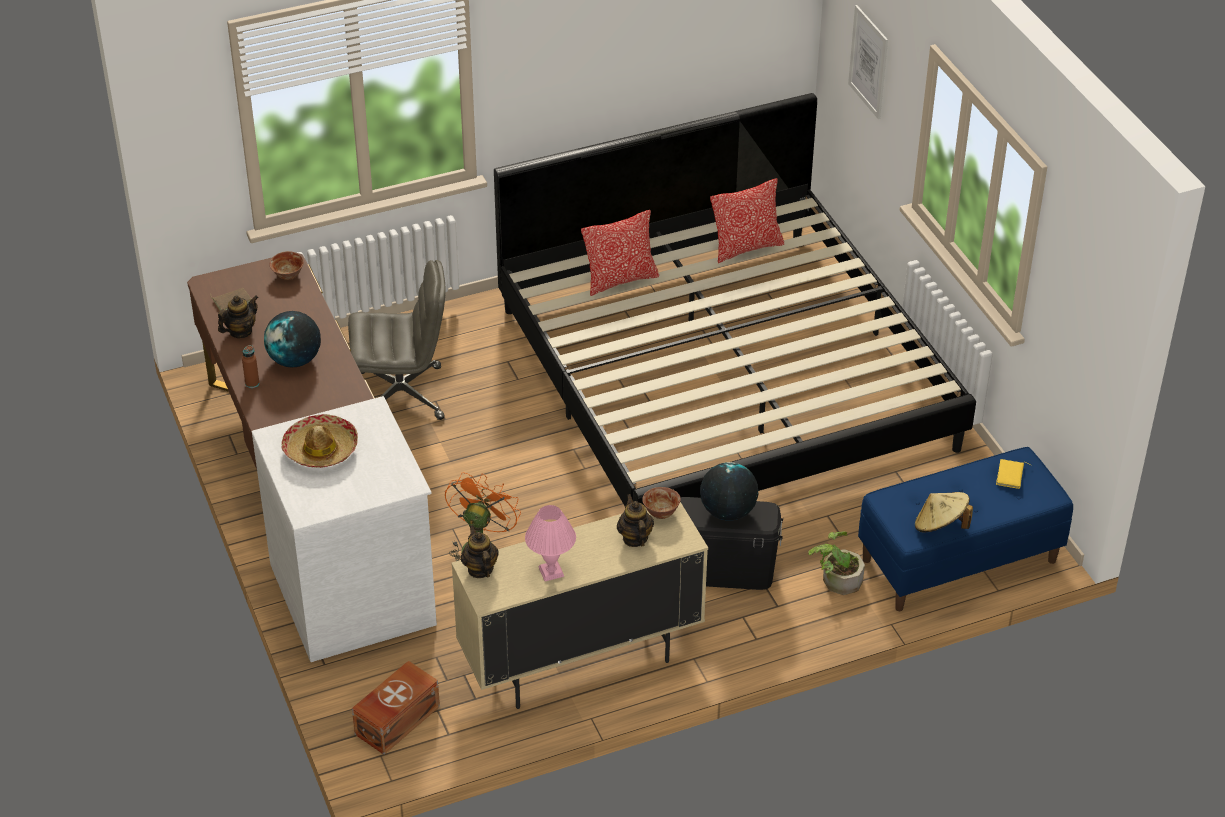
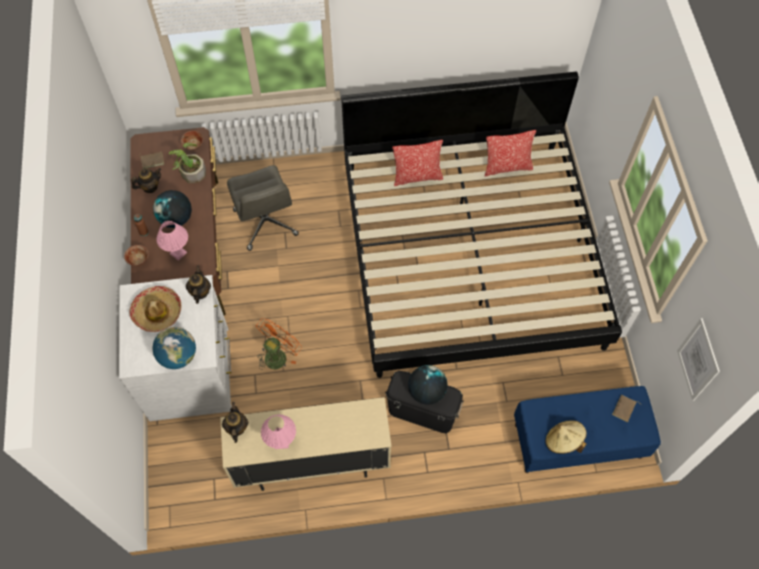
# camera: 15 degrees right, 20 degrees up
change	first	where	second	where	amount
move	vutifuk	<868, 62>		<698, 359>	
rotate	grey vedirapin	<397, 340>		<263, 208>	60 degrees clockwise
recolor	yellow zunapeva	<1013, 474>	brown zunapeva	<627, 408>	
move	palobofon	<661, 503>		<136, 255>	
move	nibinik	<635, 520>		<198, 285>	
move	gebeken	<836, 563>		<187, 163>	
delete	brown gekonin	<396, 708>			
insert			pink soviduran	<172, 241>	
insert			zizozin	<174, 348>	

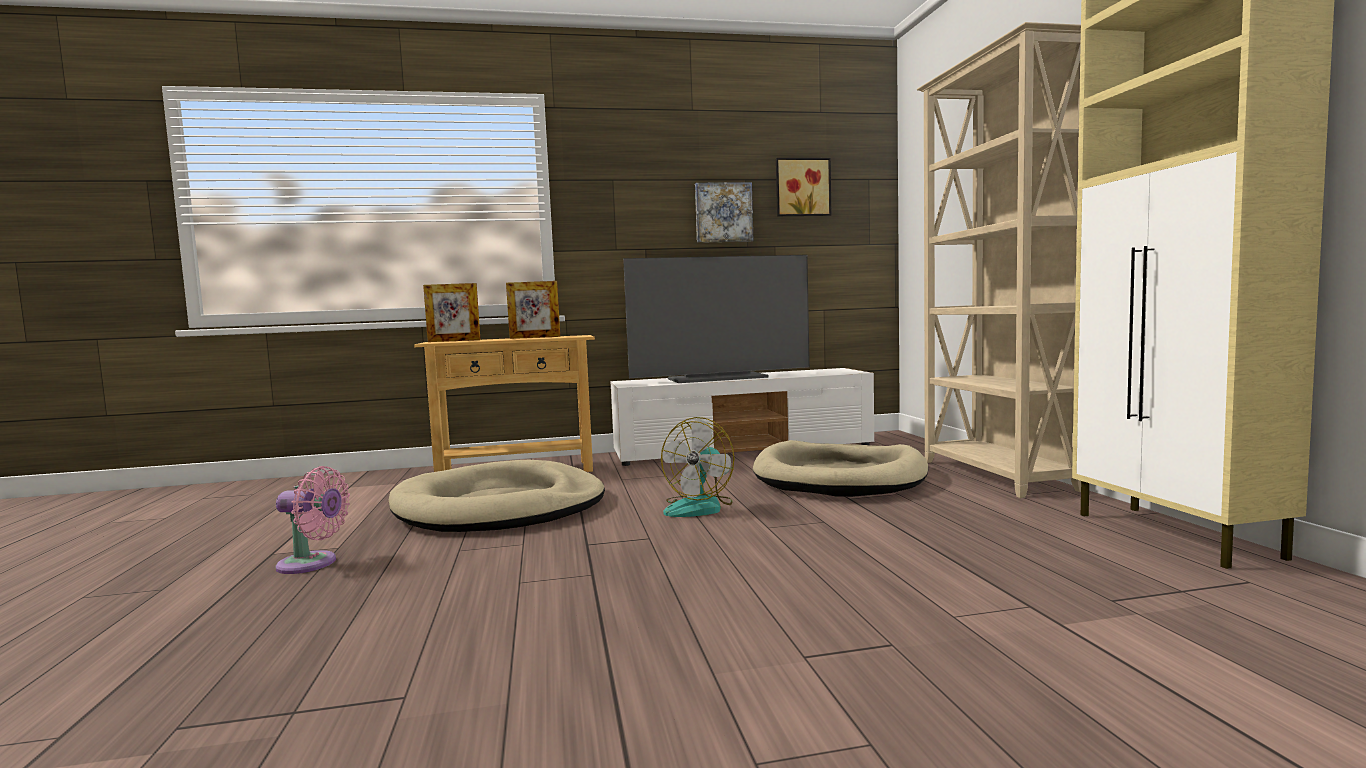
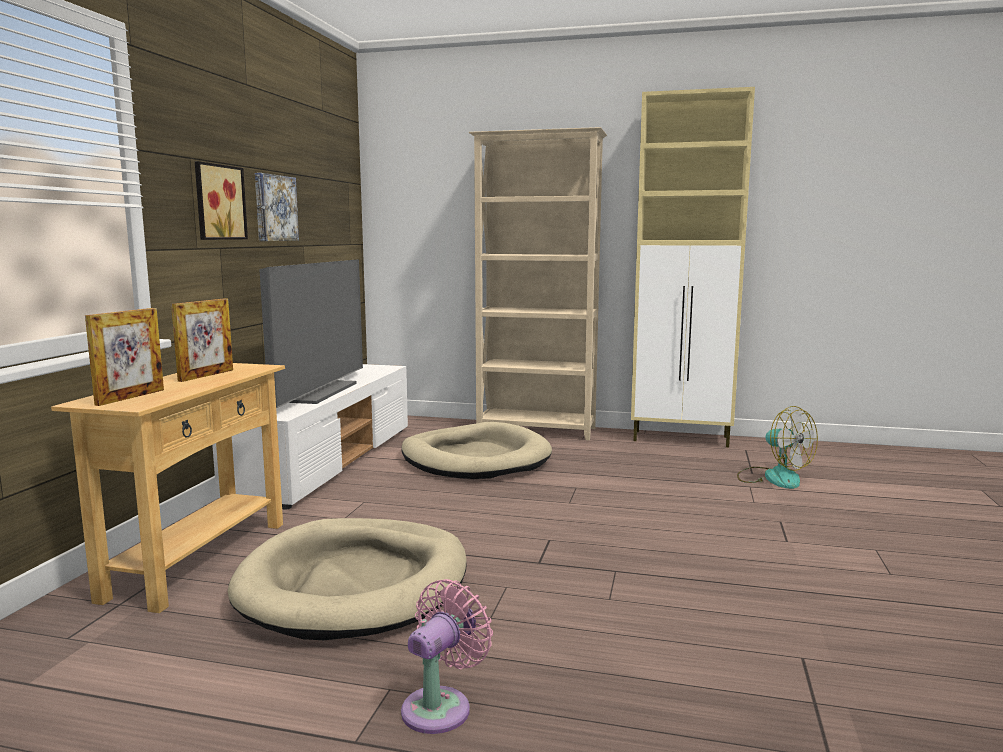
# camera: 65 degrees left, 5 degrees up
change	first	where	second	where	amount
move	vutifuk	<803, 187>		<221, 200>	
move	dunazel	<698, 467>		<777, 447>	

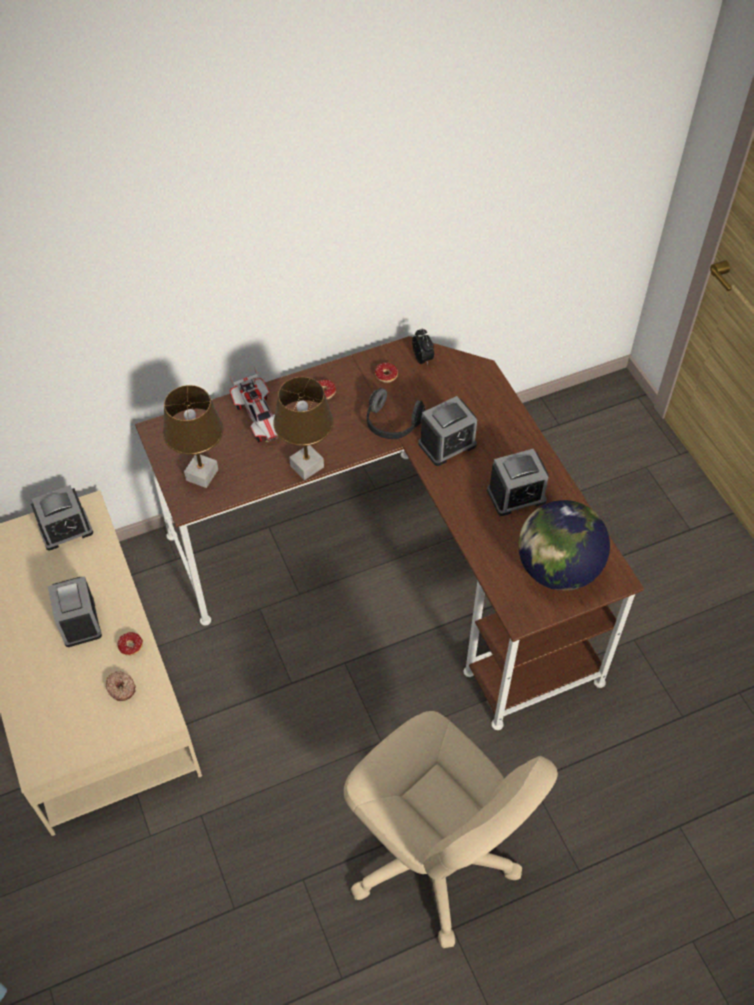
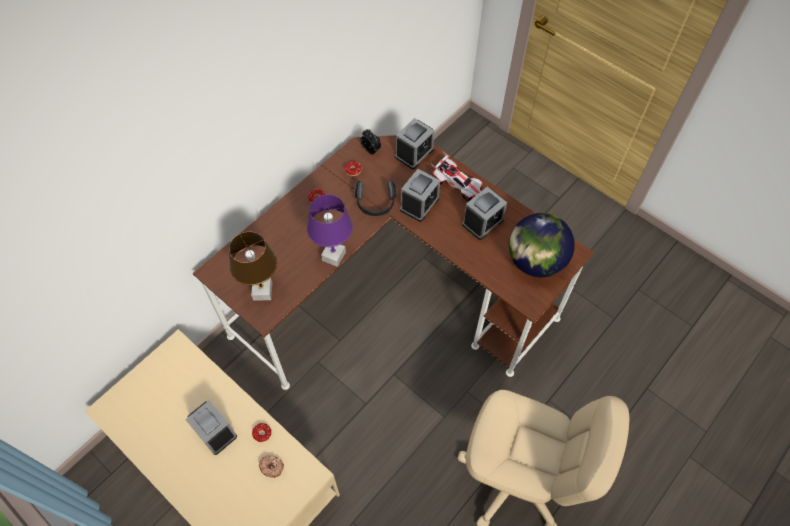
# camera: 25 degrees left, 5 degrees up
change	first	where	second	where	amount
move	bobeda	<254, 404>		<457, 177>	
recolor	brown soviduran	<303, 428>	purple soviduran	<330, 231>	
move	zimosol	<62, 518>		<414, 143>	

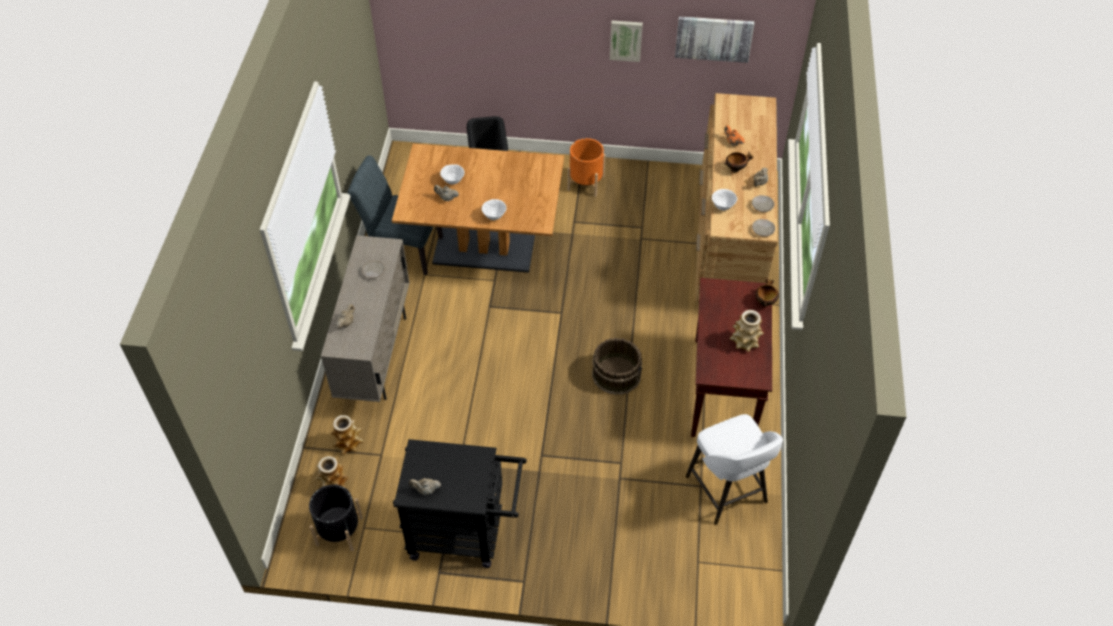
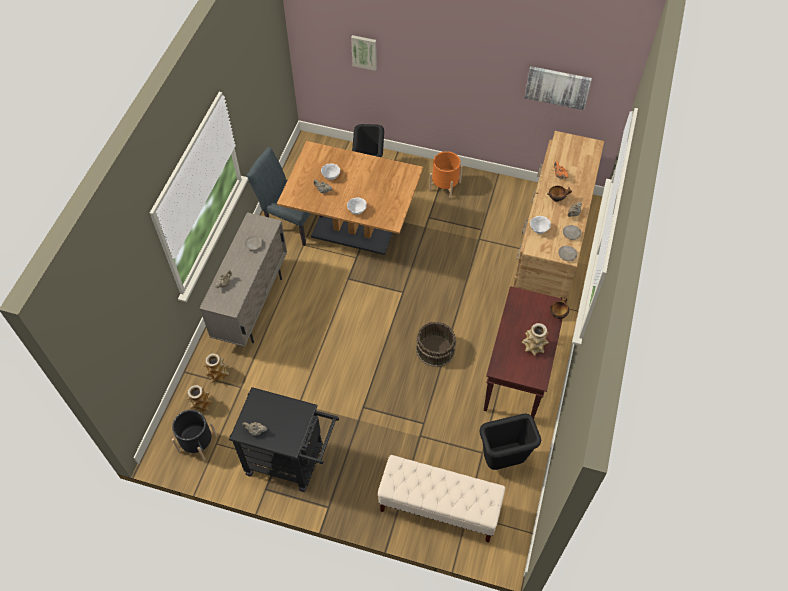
# camera: 10 degrees right, 5 degrees up
change	first	where	second	where	amount
move	vutifuk	<626, 41>		<364, 53>	
replace	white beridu	<734, 469>	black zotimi	<510, 441>	
insert			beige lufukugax	<441, 499>	

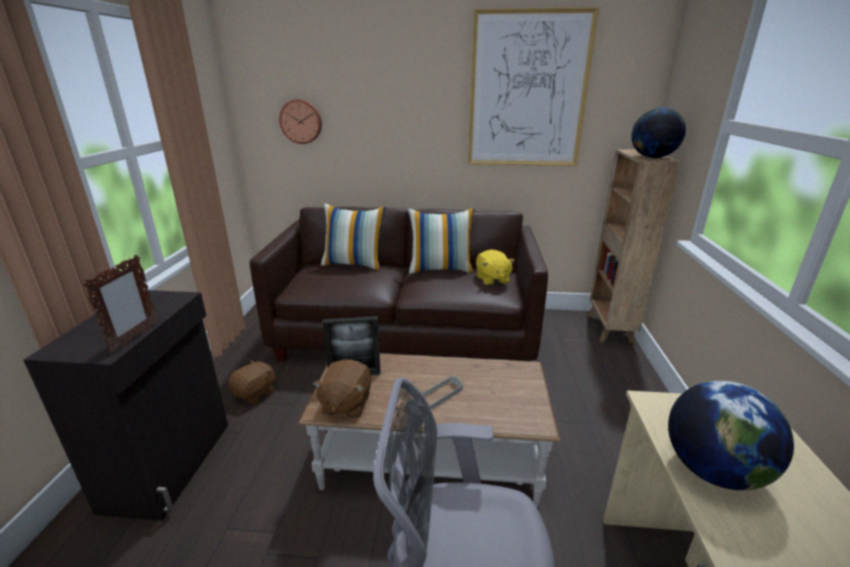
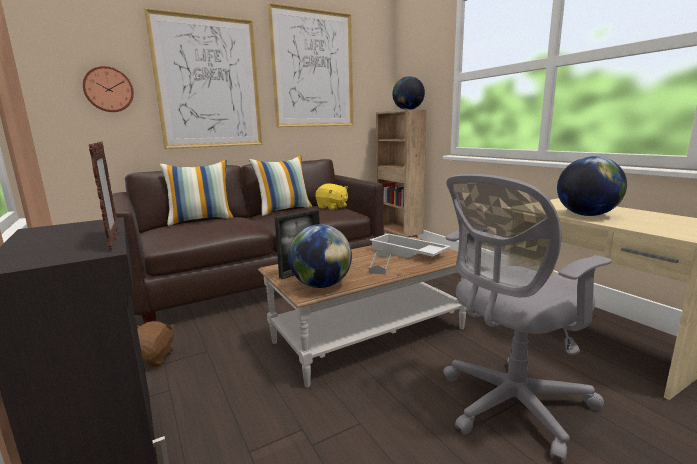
# camera: 35 degrees left, 10 degrees down
change	first	where	second	where	amount
replace	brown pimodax	<342, 388>	zizozin	<320, 256>	
insert			vutifuk	<203, 78>	
insert			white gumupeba	<410, 246>	

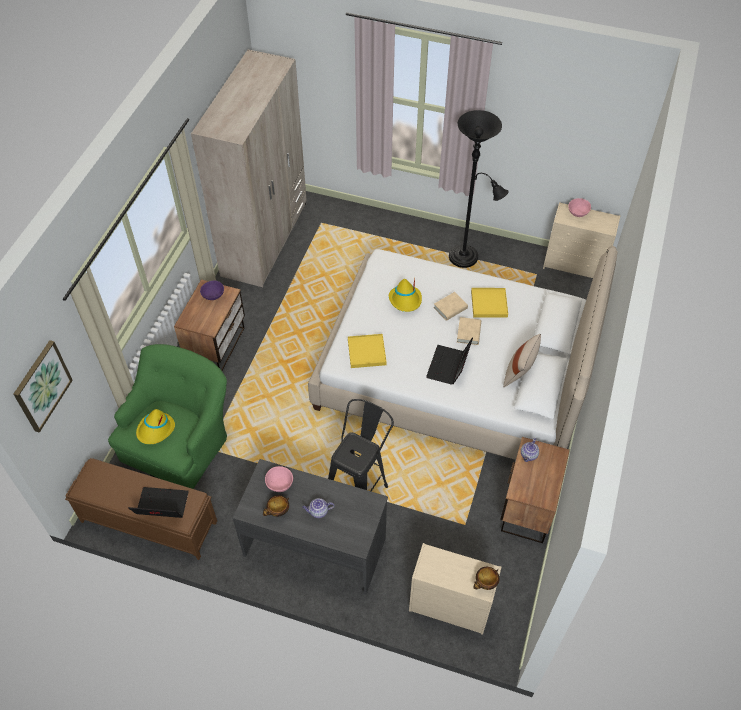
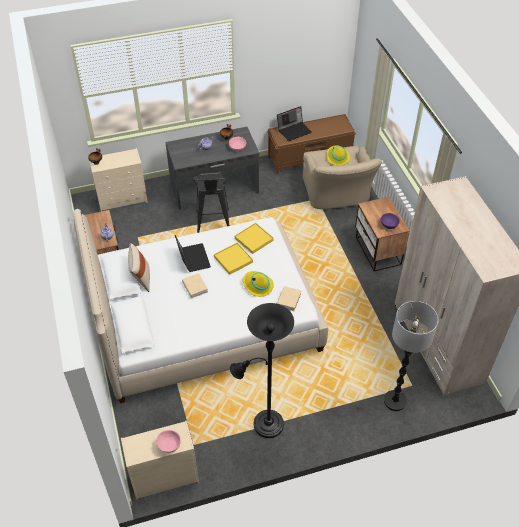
# camera: 145 degrees right, 5 degrees down
change	first	where	second	where	amount
move	yellow gumupeba	<489, 303>		<233, 259>	
move	beige zunapeva	<451, 306>		<289, 298>	
delete	vutifuk	<43, 386>			
recolor	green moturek	<167, 416>	beige moturek	<342, 177>	
insert			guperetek	<411, 356>	

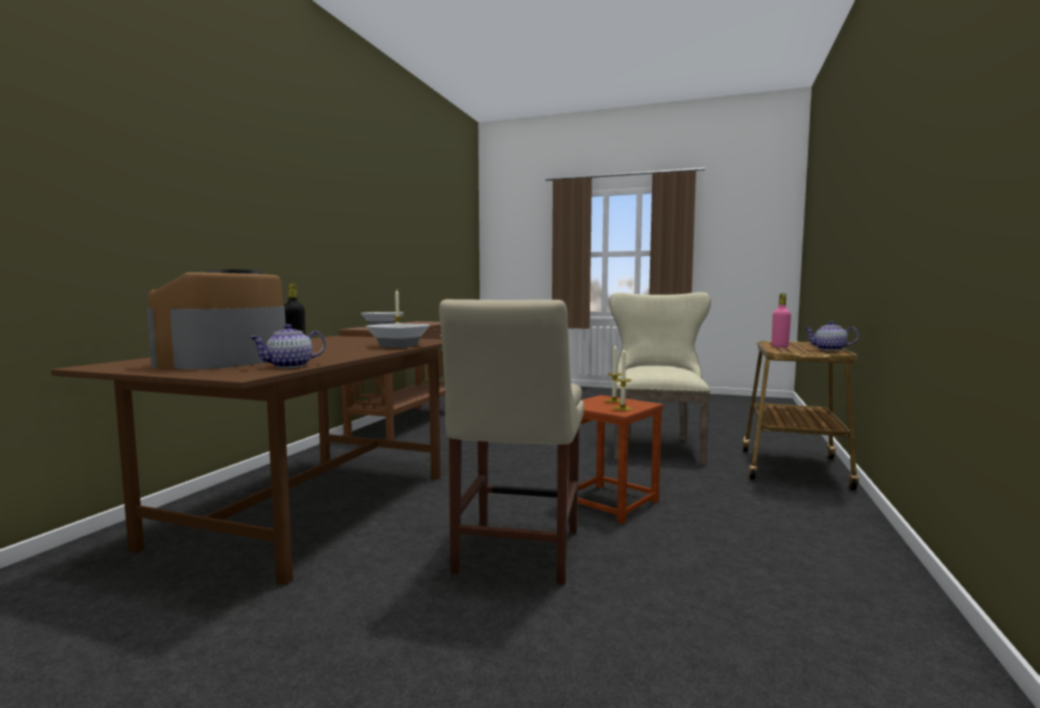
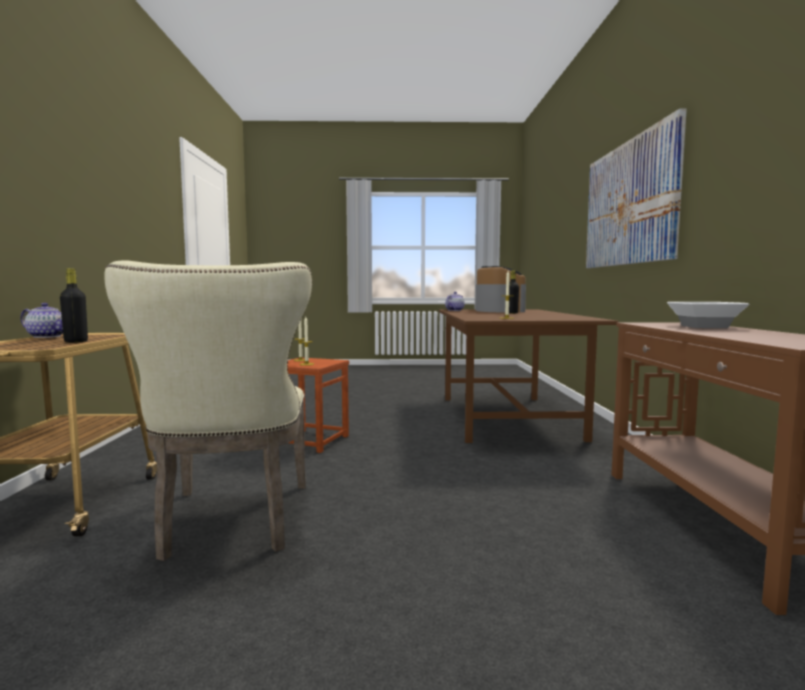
# camera: 160 degrees right, 0 degrees up
change	first	where	second	where	amount
recolor	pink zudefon	<781, 320>	black zudefon	<74, 305>	
delete	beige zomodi	<511, 442>			
delete	palobofon	<398, 336>			
insert			vutifuk	<636, 188>	

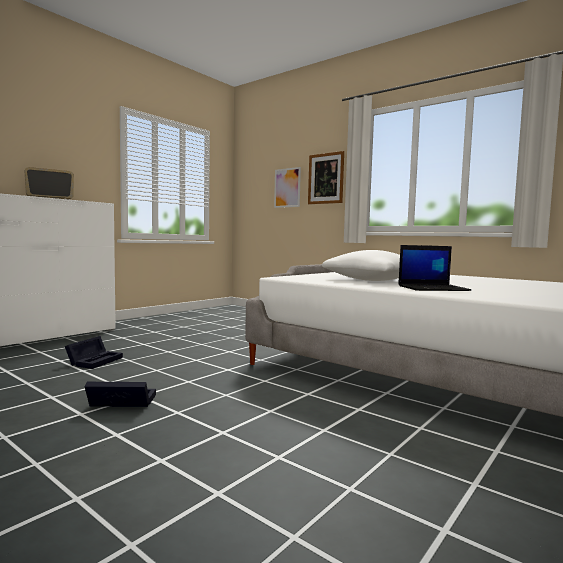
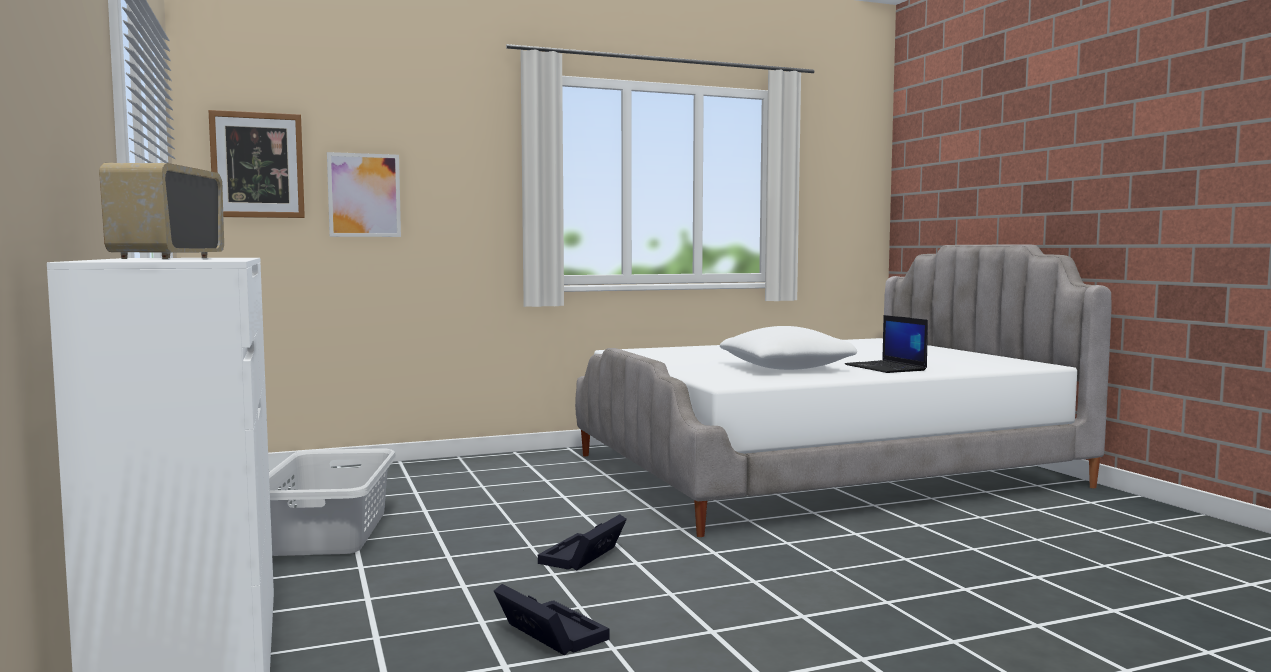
# camera: 60 degrees left, 0 degrees up
change	first	where	second	where	amount
move	vutifuk	<326, 177>		<257, 164>	
rotate	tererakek	<434, 268>		<886, 344>	135 degrees clockwise
move	black gekonin	<120, 394>		<582, 542>	
insert			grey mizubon	<332, 502>	

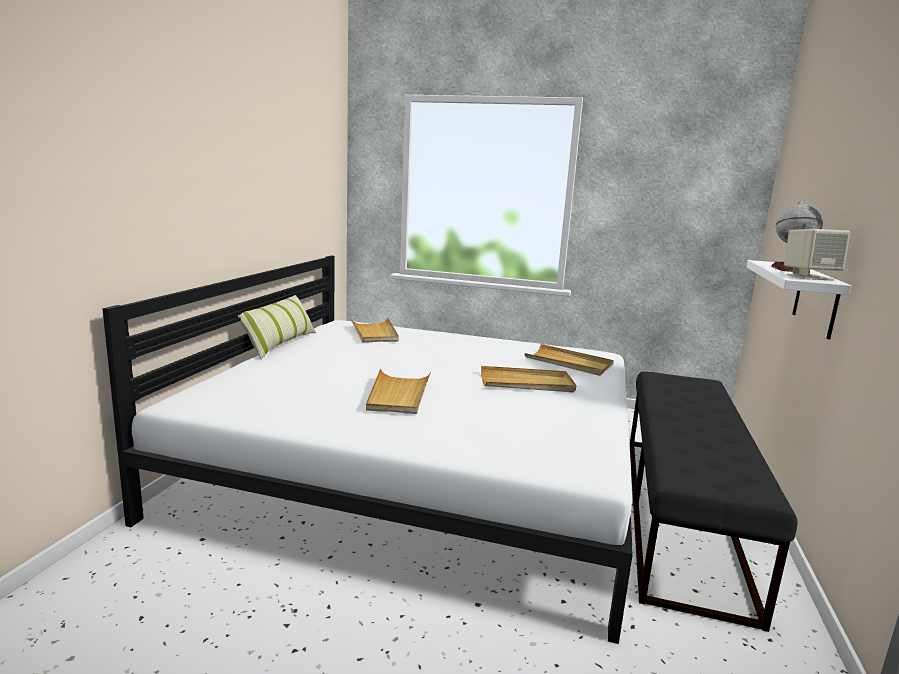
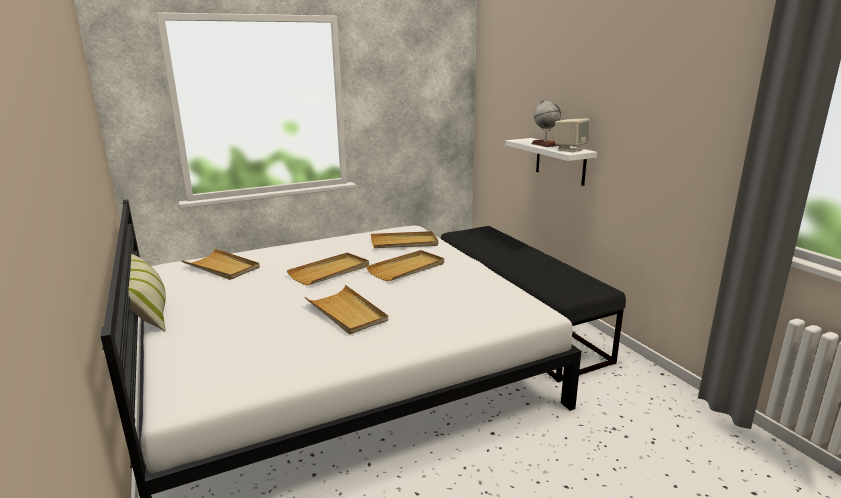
# camera: 40 degrees left, 5 degrees up
change	first	where	second	where	amount
insert			beige gumupeba	<328, 269>	

